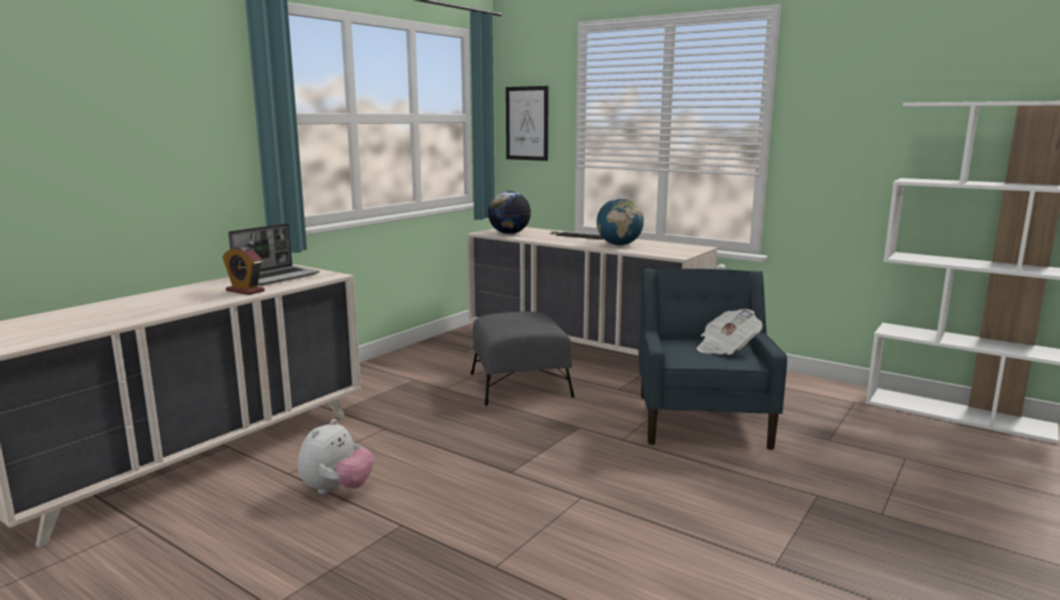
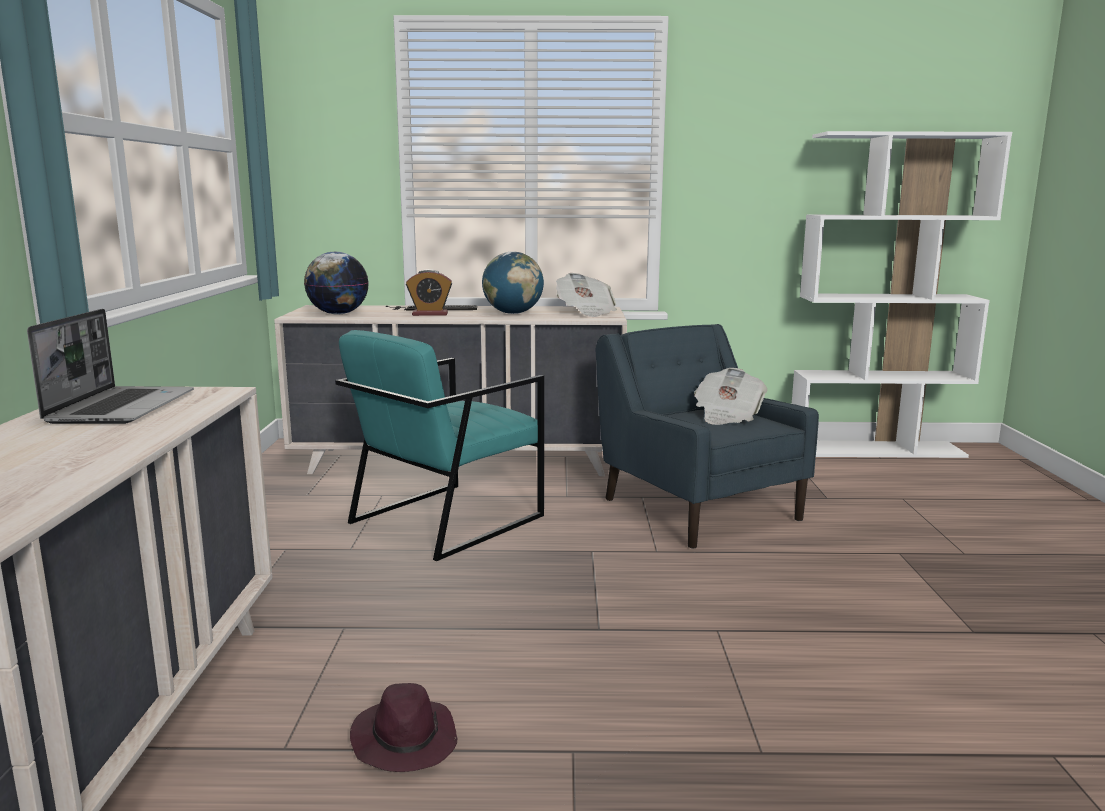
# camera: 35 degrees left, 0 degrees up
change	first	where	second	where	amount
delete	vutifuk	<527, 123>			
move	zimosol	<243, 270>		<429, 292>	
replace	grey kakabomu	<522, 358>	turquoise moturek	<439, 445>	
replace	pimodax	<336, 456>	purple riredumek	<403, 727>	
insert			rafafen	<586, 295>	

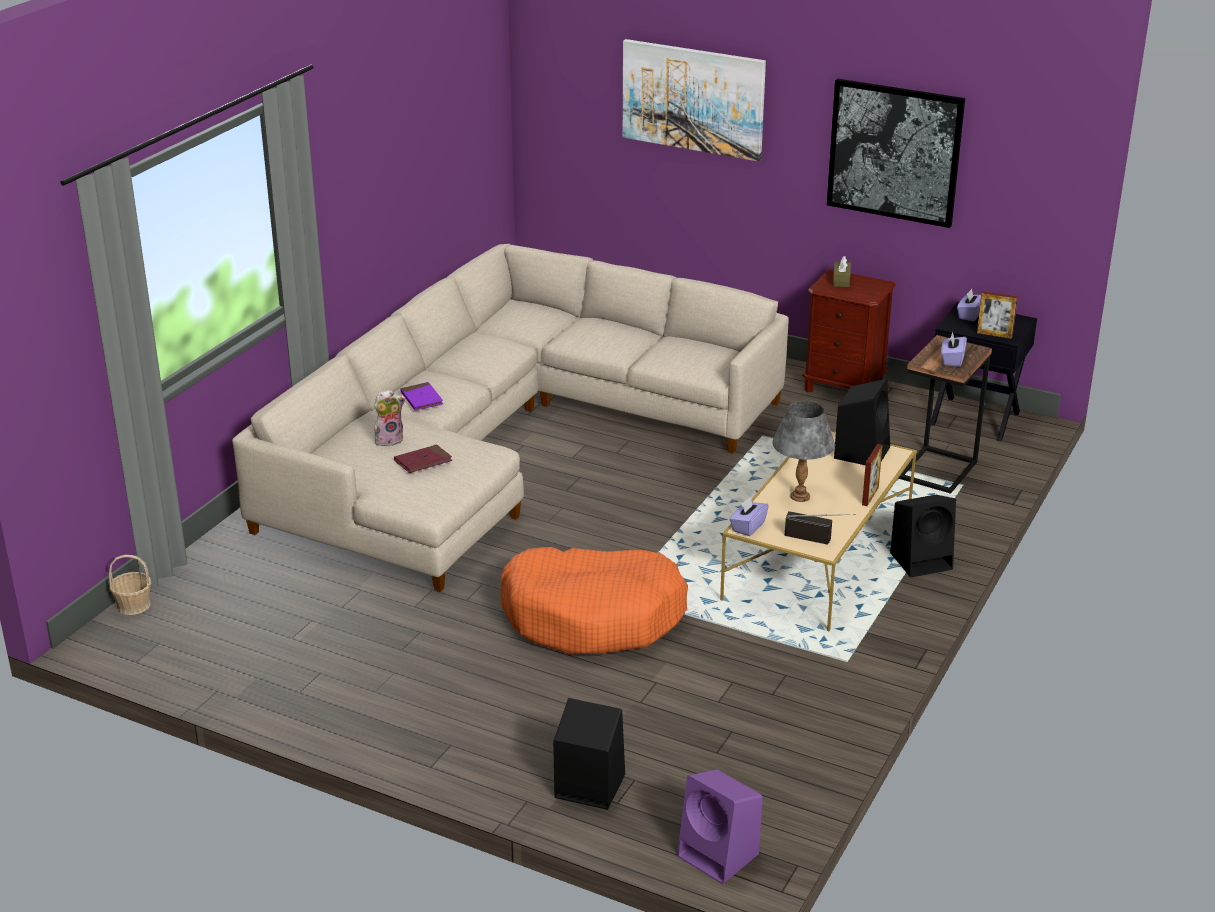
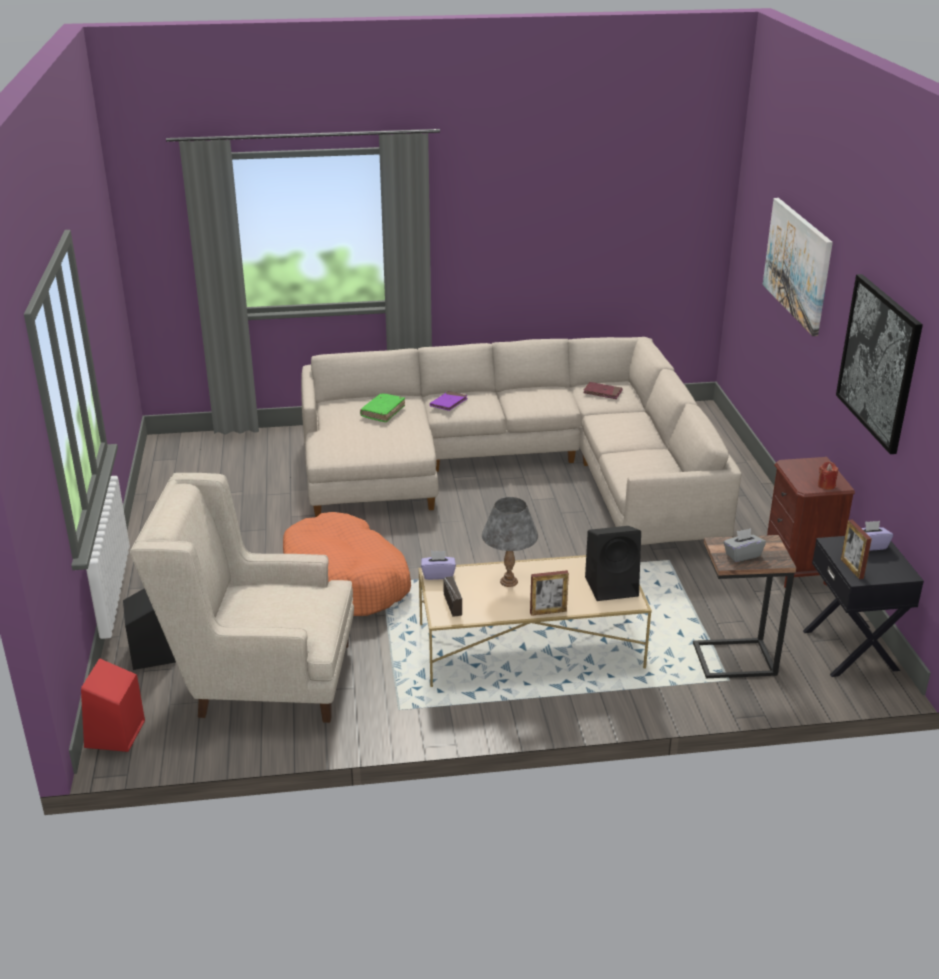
# camera: 55 degrees right, 0 degrees up
change	first	where	second	where	amount
delete	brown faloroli	<842, 271>			
recolor	purple faloroli	<954, 349>	grey faloroli	<744, 545>	
replace	pimodax	<390, 418>	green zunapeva	<382, 408>	
move	red zunapeva	<423, 459>		<603, 390>	
delete	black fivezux	<923, 536>			
delete	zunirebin	<130, 585>			
recolor	purple fivezux	<720, 826>	red fivezux	<113, 705>	
insert			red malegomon	<828, 475>	
insert			beige moturek	<242, 598>	

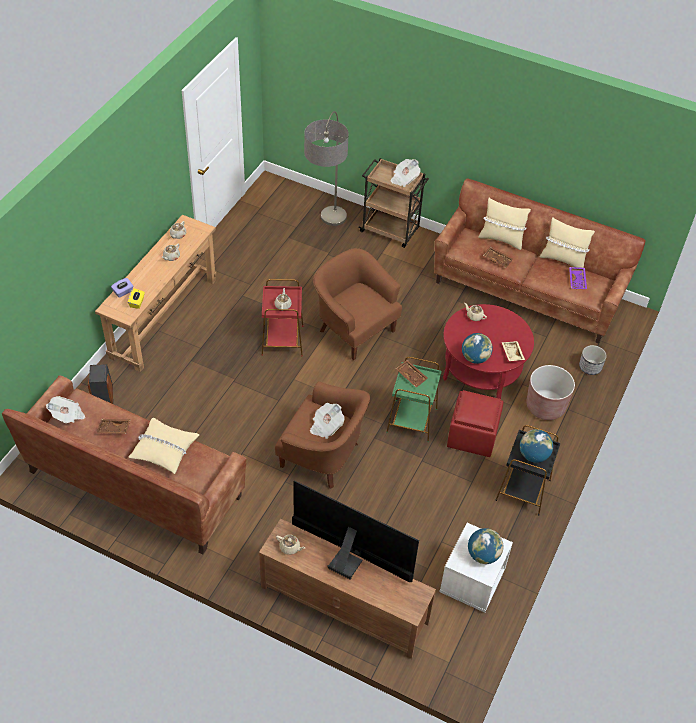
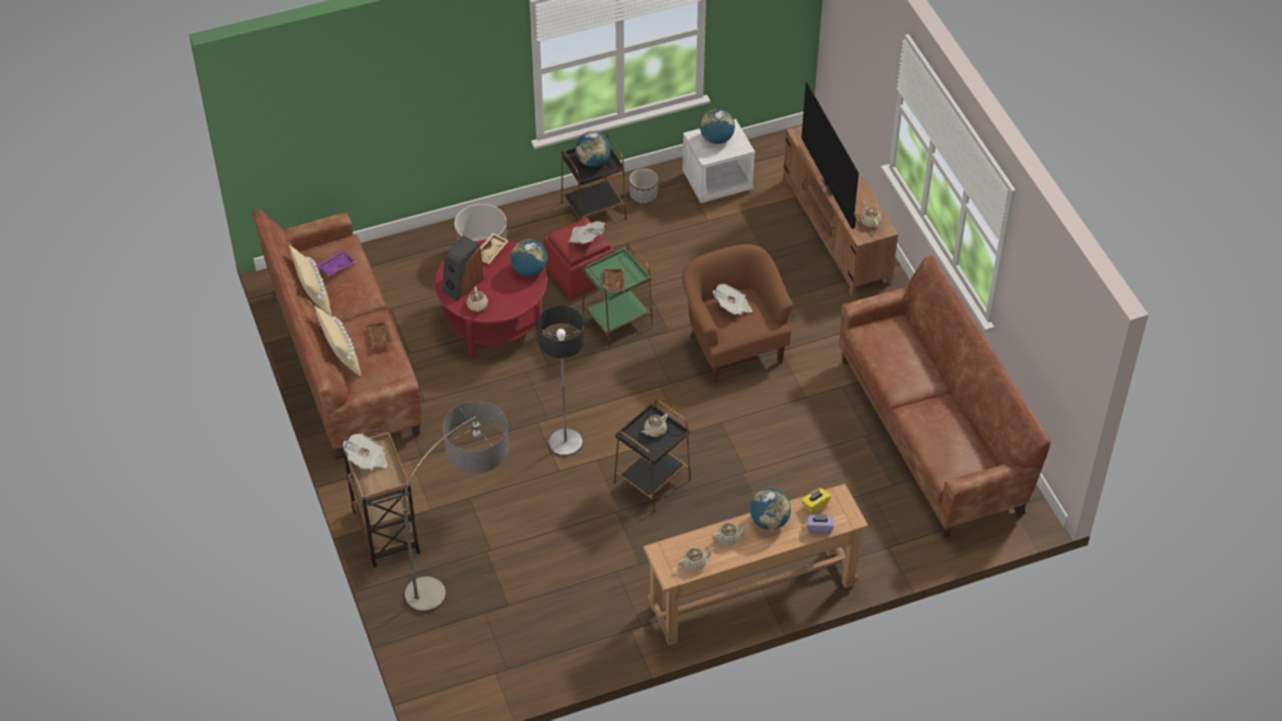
# camera: 135 degrees left, 0 degrees up
change	first	where	second	where	amount
replace	brown moturek	<357, 304>	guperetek	<561, 381>	
recolor	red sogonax	<282, 317>	black sogonax	<652, 456>	
move	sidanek	<593, 360>		<643, 186>	
move	fivezux	<100, 384>		<463, 268>	
move	rafafen	<65, 409>		<586, 232>	
delete	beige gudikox	<164, 446>			
delete	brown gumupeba	<113, 426>			
insert			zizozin	<770, 509>	

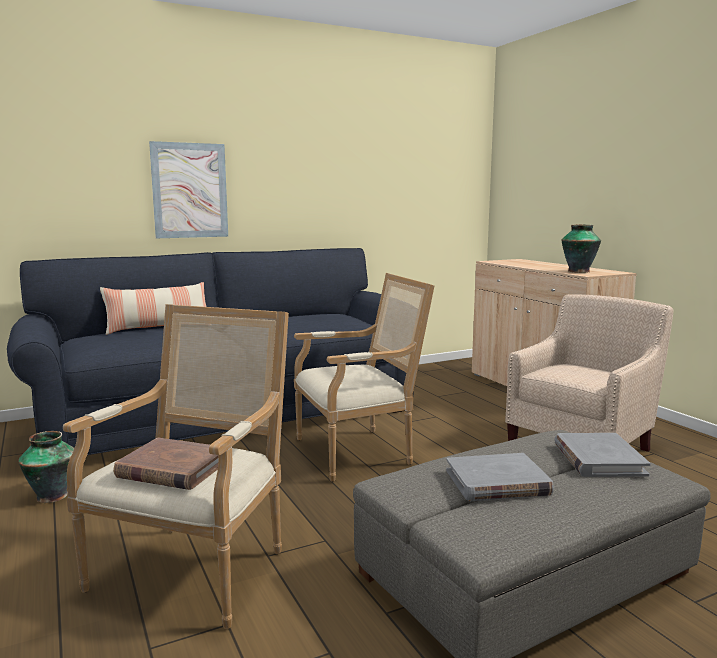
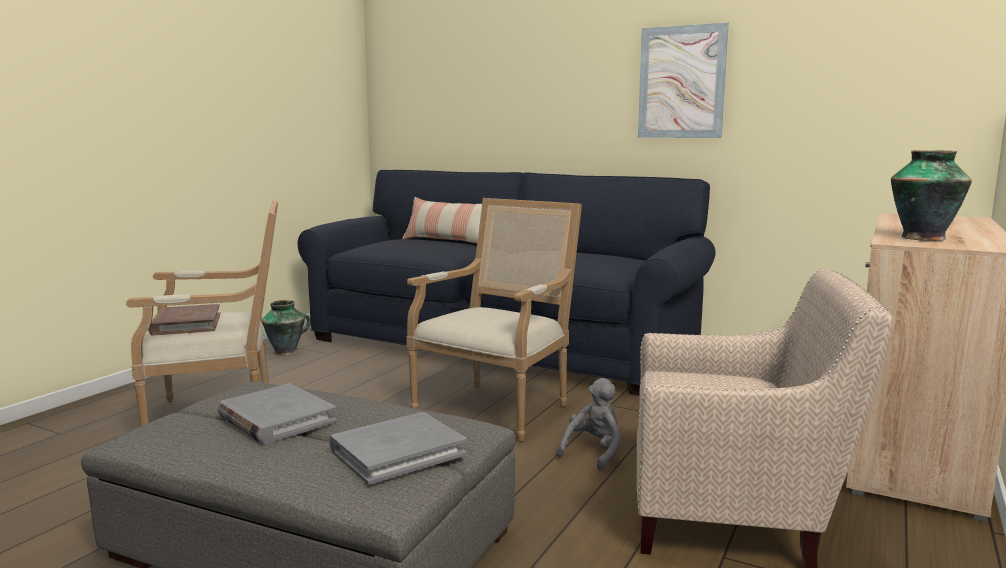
# camera: 55 degrees right, 0 degrees up
change	first	where	second	where	amount
move	vutifuk	<188, 189>		<683, 80>	
rotate	moturek	<364, 377>		<494, 320>	90 degrees counterclockwise
insert			grey pimodax	<589, 424>	

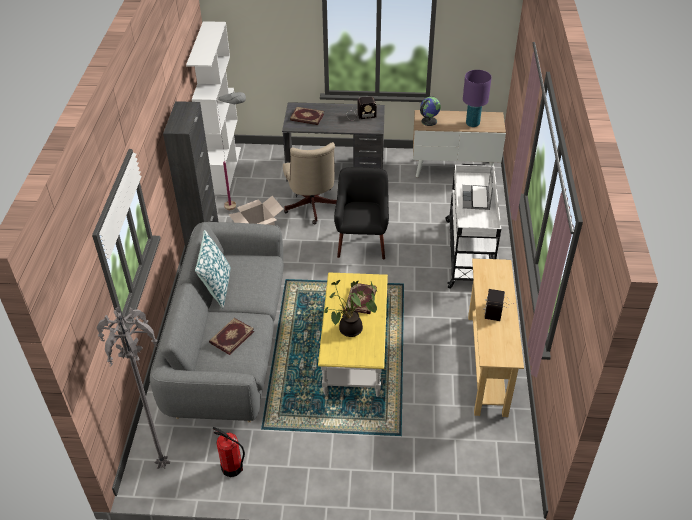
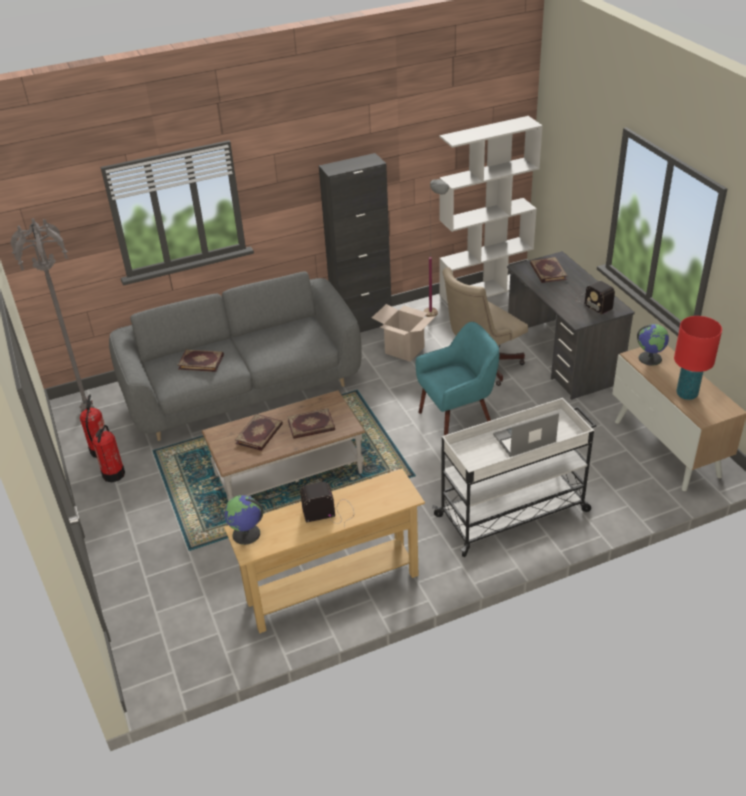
# camera: 65 degrees right, 5 degrees down
change	first	where	second	where	amount
recolor	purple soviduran	<477, 98>	red soviduran	<698, 358>	
recolor	black moturek	<361, 213>	turquoise moturek	<457, 378>	
delete	gudikox	<213, 269>			
recolor	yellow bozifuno	<353, 334>	brown bozifuno	<284, 446>	
replace	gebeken	<350, 308>	zunapeva	<259, 432>	
insert			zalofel	<108, 453>	
insert			zizozin	<244, 520>	

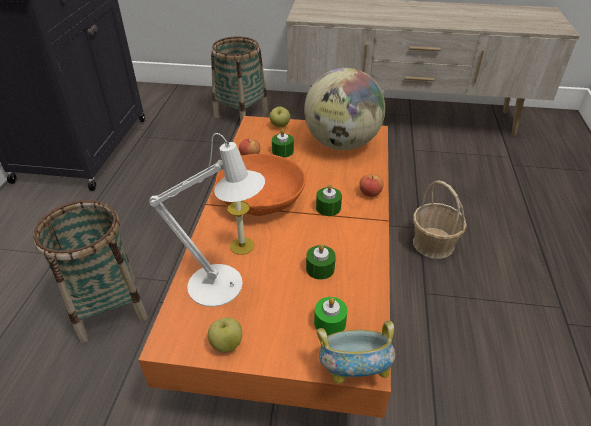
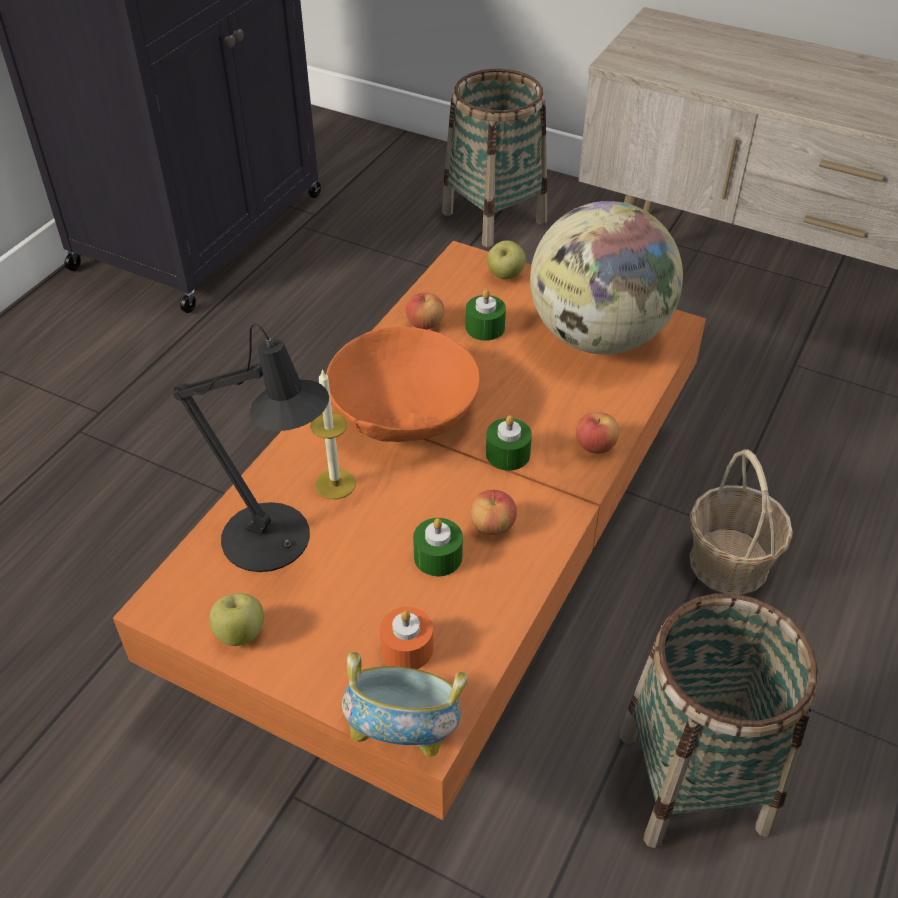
# camera: 20 degrees right, 5 degrees up
change	first	where	second	where	amount
recolor	white soviduran	<207, 220>	black soviduran	<251, 447>	
move	zunirebin	<90, 271>		<718, 720>	
recolor	green malegomon	<330, 316>	orange malegomon	<406, 638>	
insert			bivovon	<493, 512>	

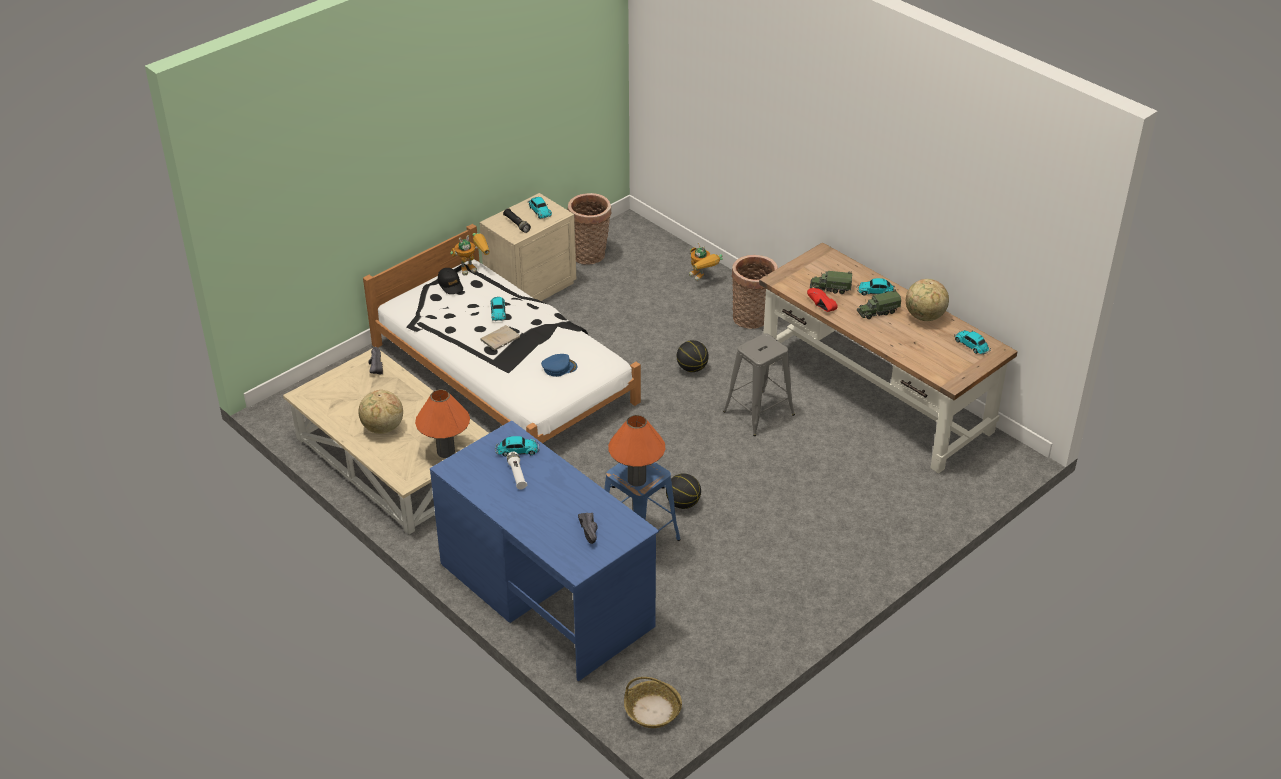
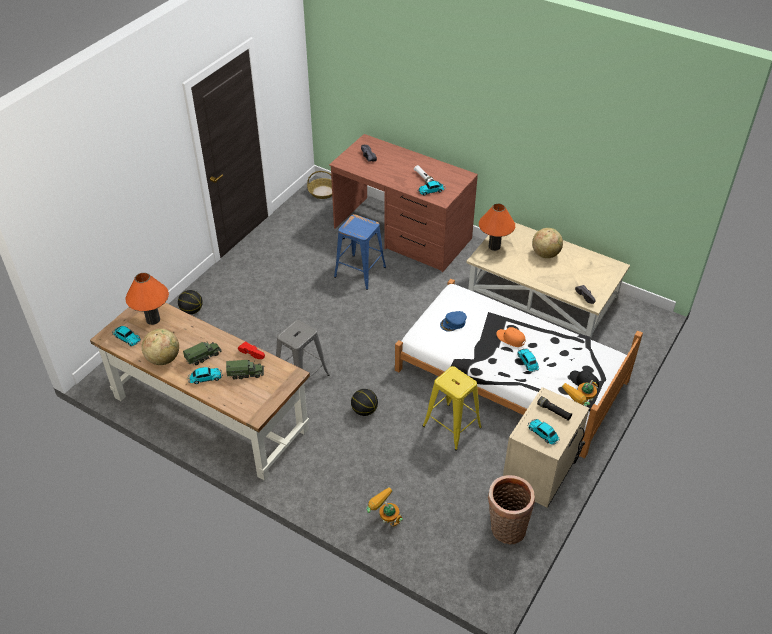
# camera: 165 degrees right, 5 degrees up
change	first	where	second	where	amount
delete	zunirebin	<754, 292>			
replace	beige zunapeva	<500, 338>	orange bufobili	<510, 337>	
move	orange soviduran	<636, 450>		<147, 299>	
recolor	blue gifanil	<544, 550>	brown gifanil	<403, 203>	
move	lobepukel	<683, 491>		<190, 302>	
insert			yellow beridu	<452, 408>	

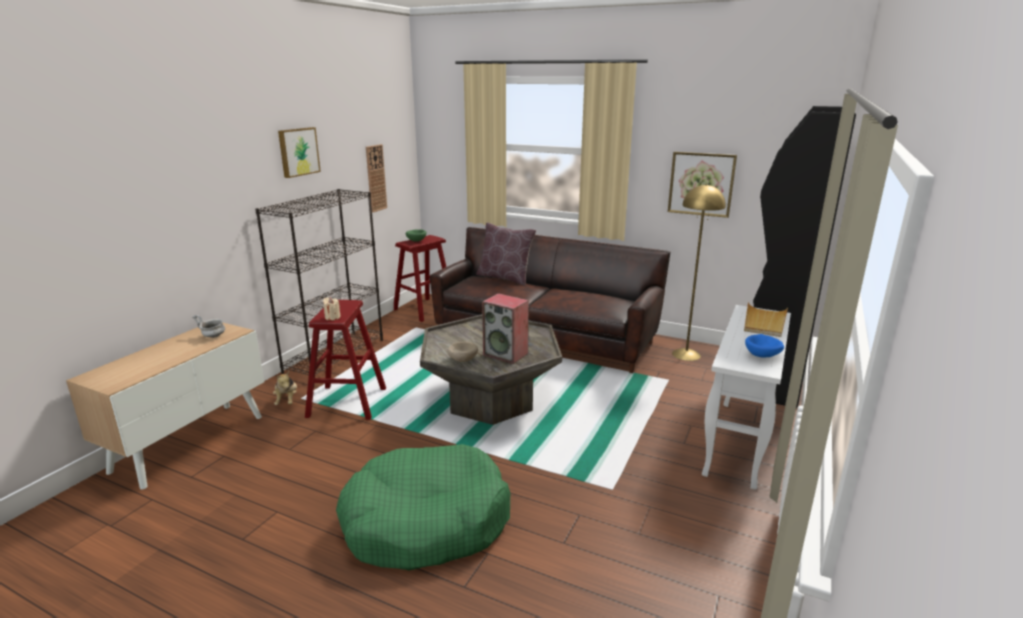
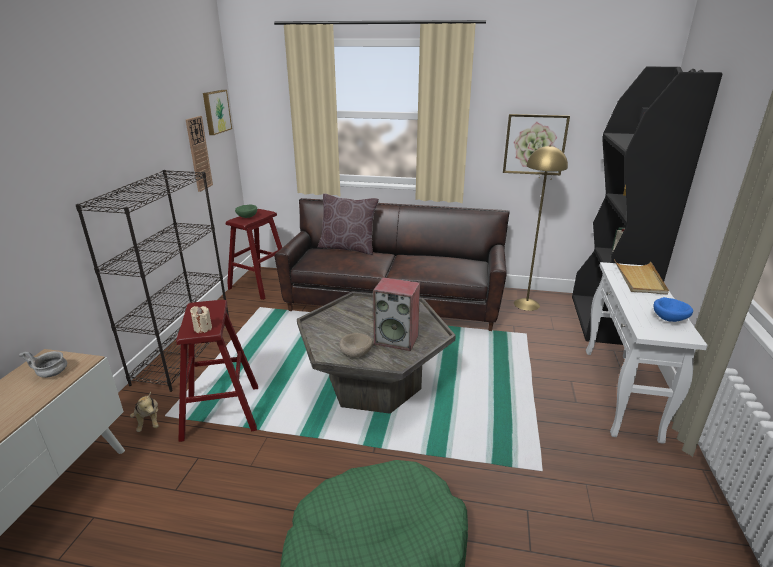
# camera: 15 degrees left, 5 degrees up
change	first	where	second	where	amount
move	vutifuk	<299, 152>		<217, 112>	

